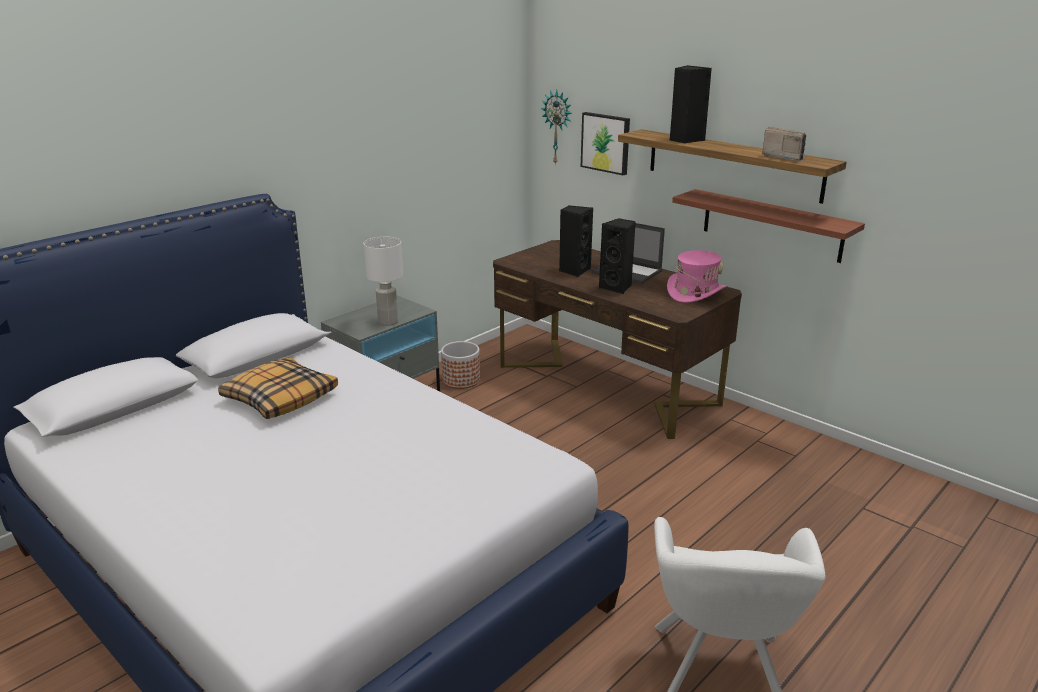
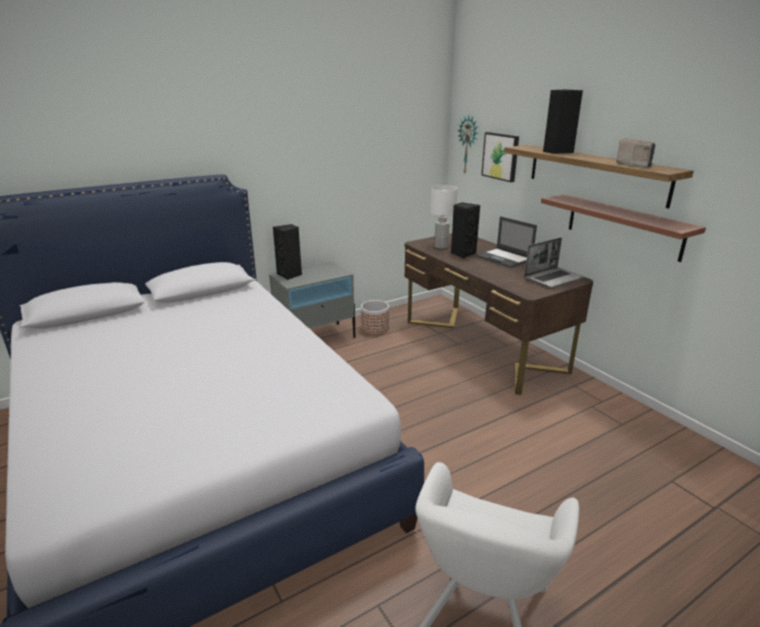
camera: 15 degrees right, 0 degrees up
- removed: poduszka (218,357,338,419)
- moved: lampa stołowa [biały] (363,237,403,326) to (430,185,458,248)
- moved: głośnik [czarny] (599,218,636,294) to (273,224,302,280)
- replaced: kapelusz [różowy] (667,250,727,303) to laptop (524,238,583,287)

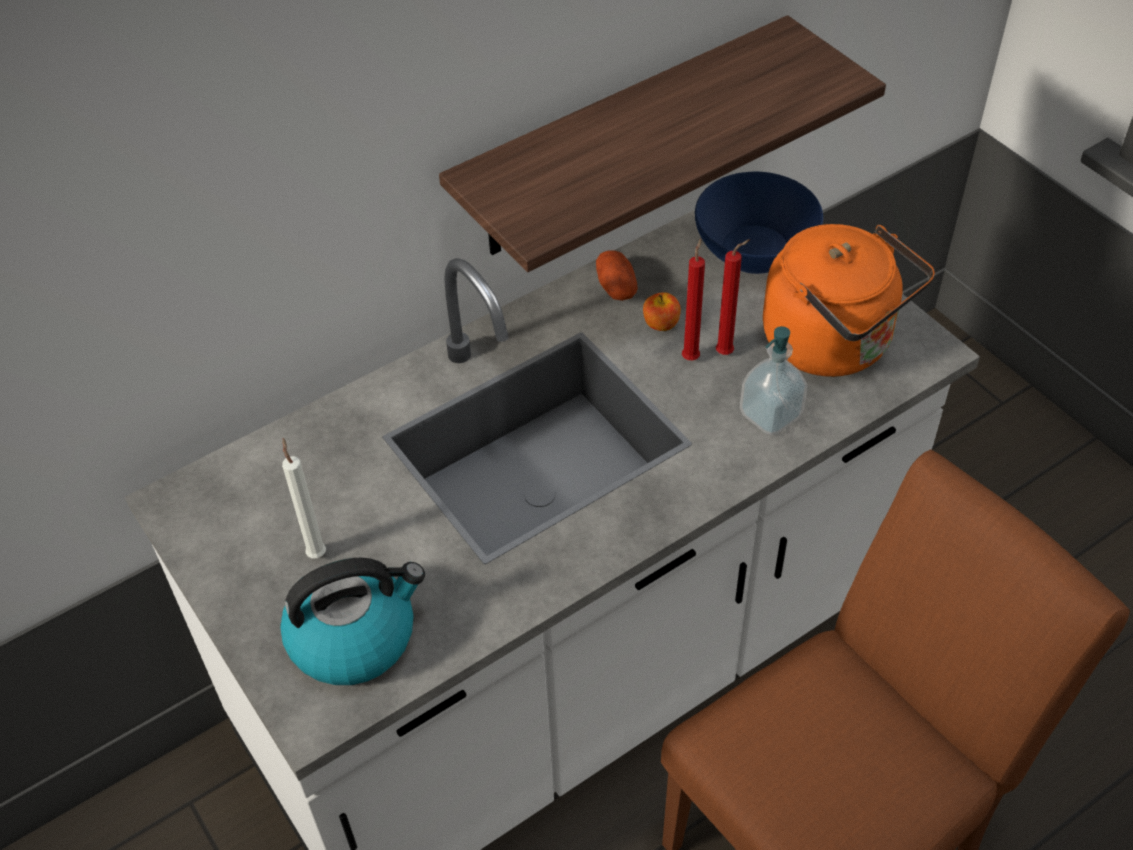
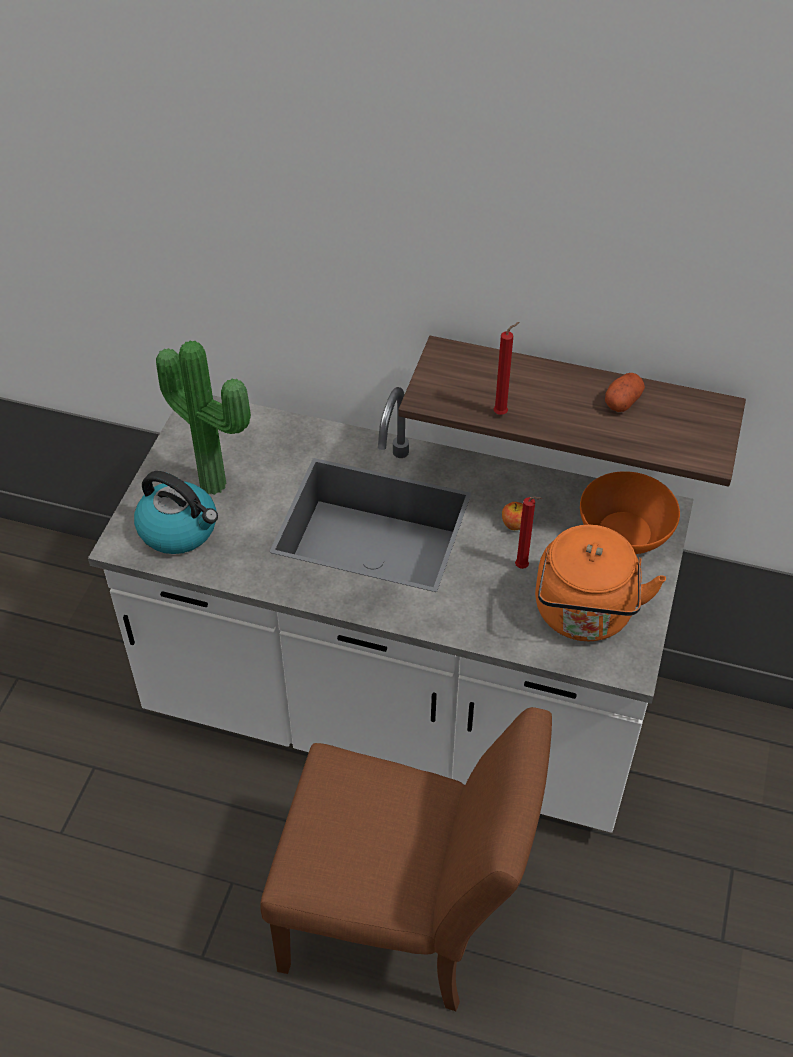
camera: 50 degrees right, 0 degrees up
- replaced: świeca [biały] (282,438,326,559) to roślina doniczkowa (156,340,251,495)
- moved: ziemniak (596,250,638,301) to (605,373,645,412)
- moved: świeca [czerwony] (682,239,705,360) to (494,322,520,415)
- recoloured: miska [niebieski] (695,172,823,274) to miska [pomarańczowy] (580,471,680,554)
- removed: dozownik mydła (740,326,808,435)

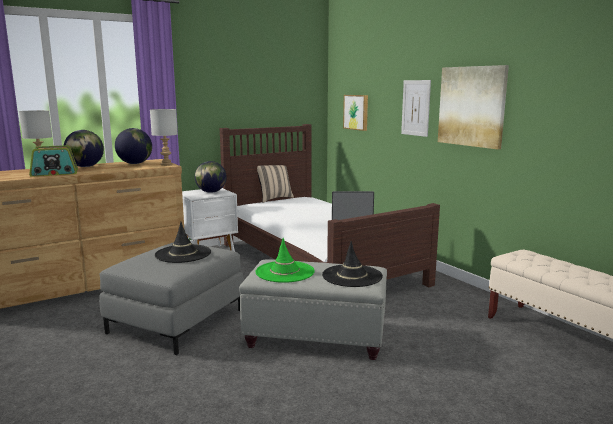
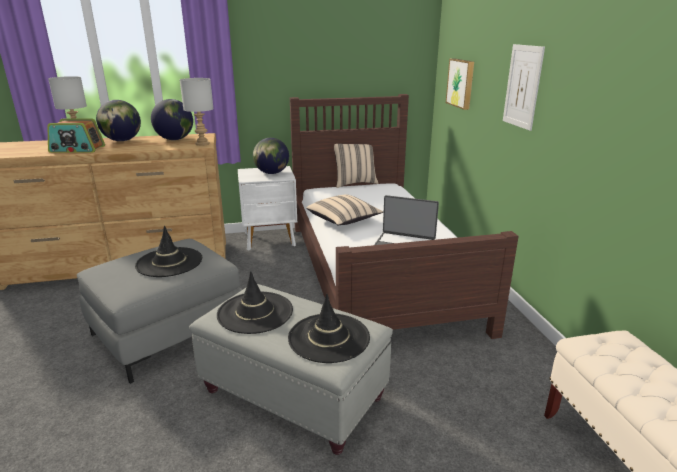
camera: 20 degrees right, 10 degrees up
- recoloured: kapelusz [zielony] (255,238,315,283) to kapelusz [czarny] (217,271,293,334)
- removed: obraz (438,65,509,149)
- added: poduszka [beżowy] (306,195,383,225)

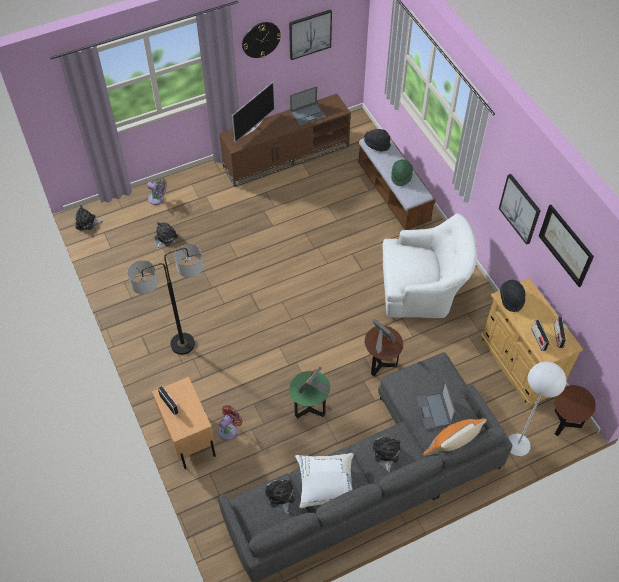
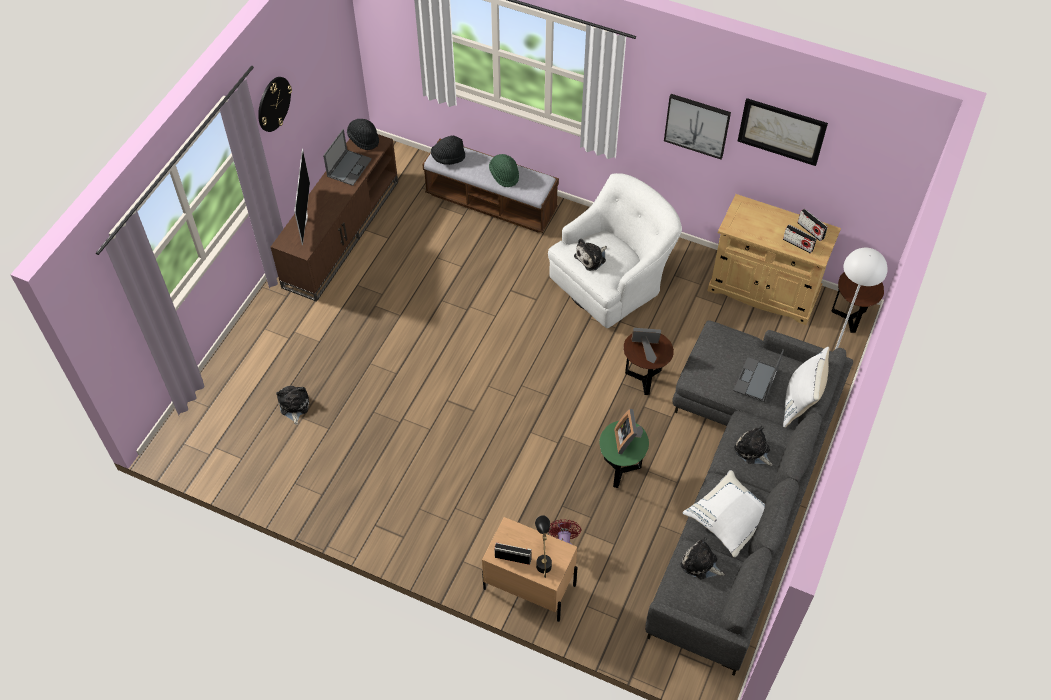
camera: 40 degrees left, 0 degrees up
- moved: pluszak (75,205,103,231) to (574,239,607,271)
- removed: lampa stojąca (128,244,204,355)
- removed: wentylator [szary] (147,178,167,205)
- removed: obraz (289,9,332,60)
- turned: laptop (416,379,456,430) = (733,350,784,402) 75 degrees clockwise
- recoloured: poduszka [pomarańczowy] (423,419,487,456) to poduszka [biały] (783,347,830,428)
- moved: kapelusz [czarny] (500,280,525,312) to (347,119,379,150)
- added: lampa stołowa [czarny] (535,515,552,578)

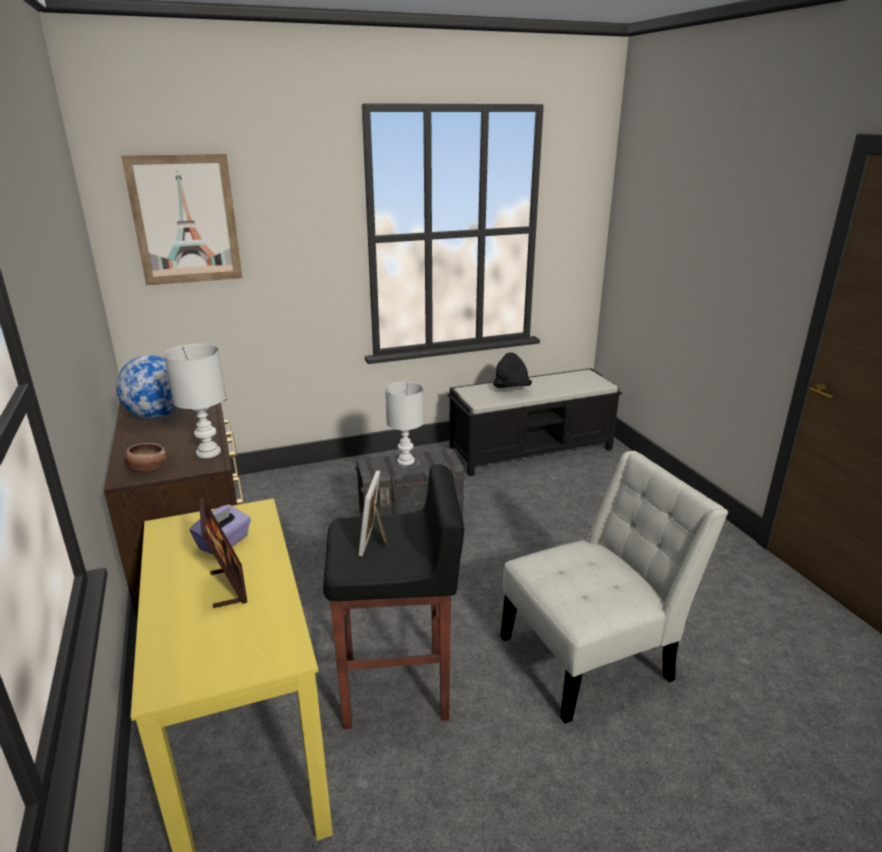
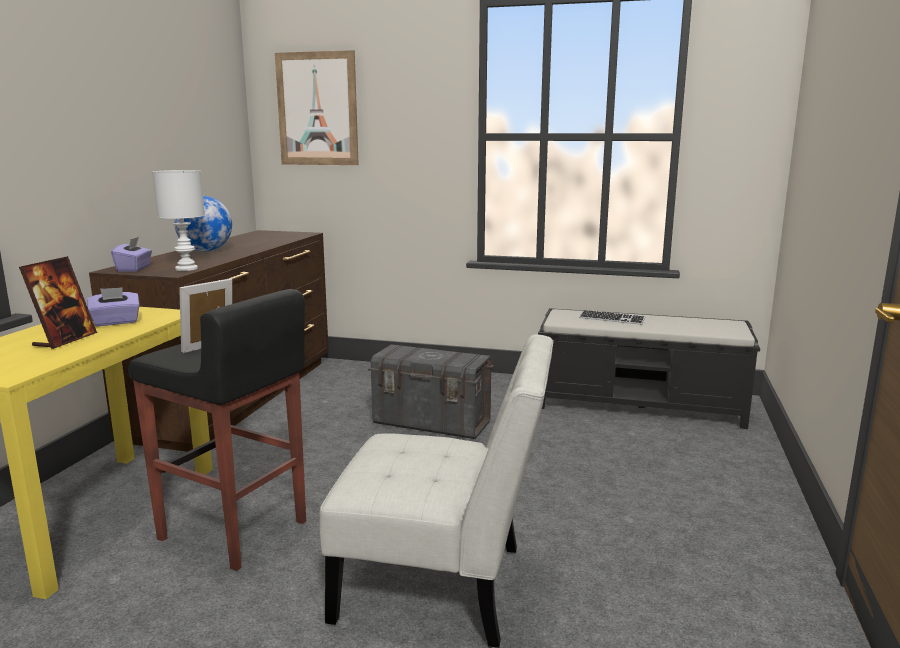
camera: 35 degrees right, 10 degrees down
- replaced: miska (124,443,167,472) to pudełko chusteczek [fioletowy] (111,237,152,272)
- removed: lampa stołowa [biały] (385,382,423,466)
- replaced: kapelusz [czarny] (493,352,532,388) to klawiatura (579,310,646,325)

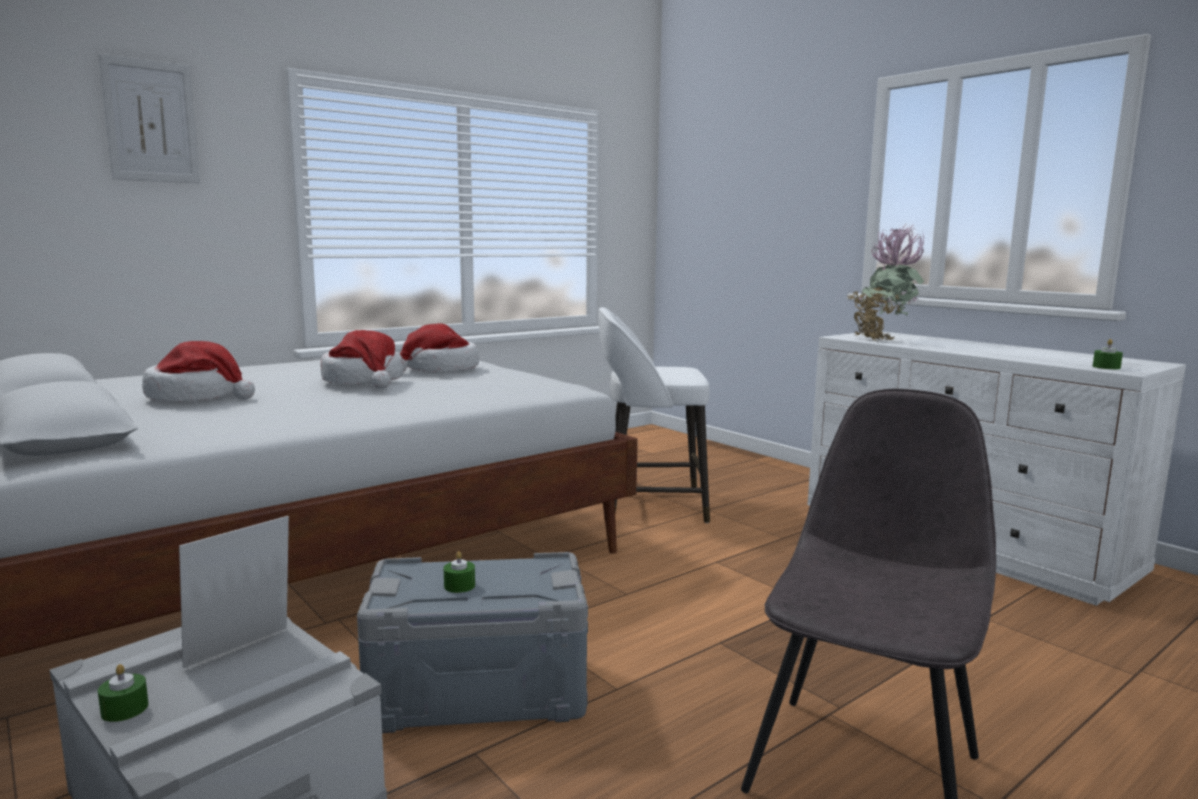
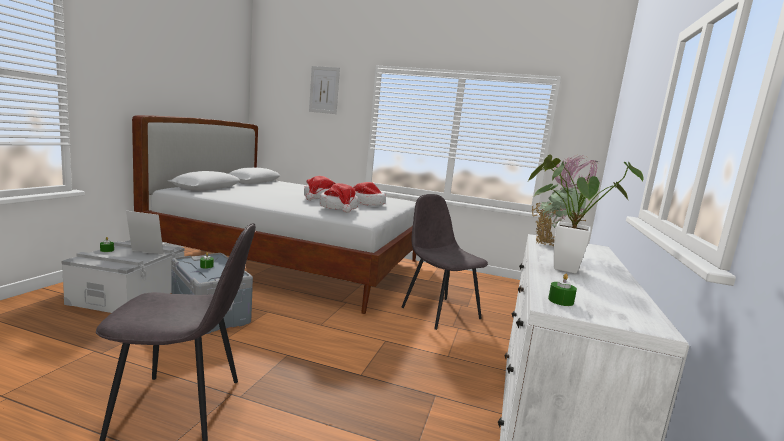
camera: 55 degrees right, 0 degrees up
- moved: kapelusz (142,341,255,401) to (319,183,358,213)
- replaced: stołek [biały] (598,307,710,523) to krzesło [szary] (402,194,488,330)
- added: roślina doniczkowa (527,155,644,273)

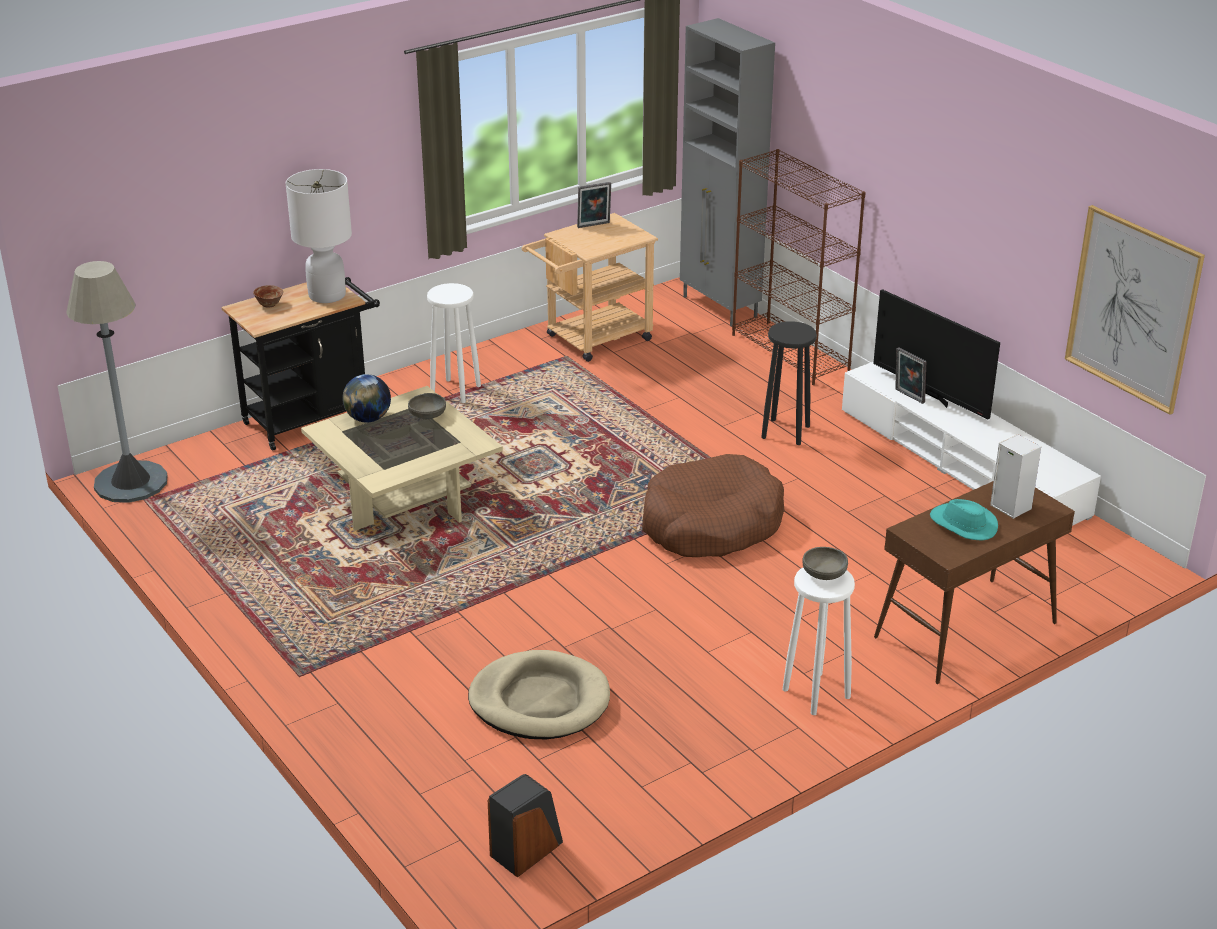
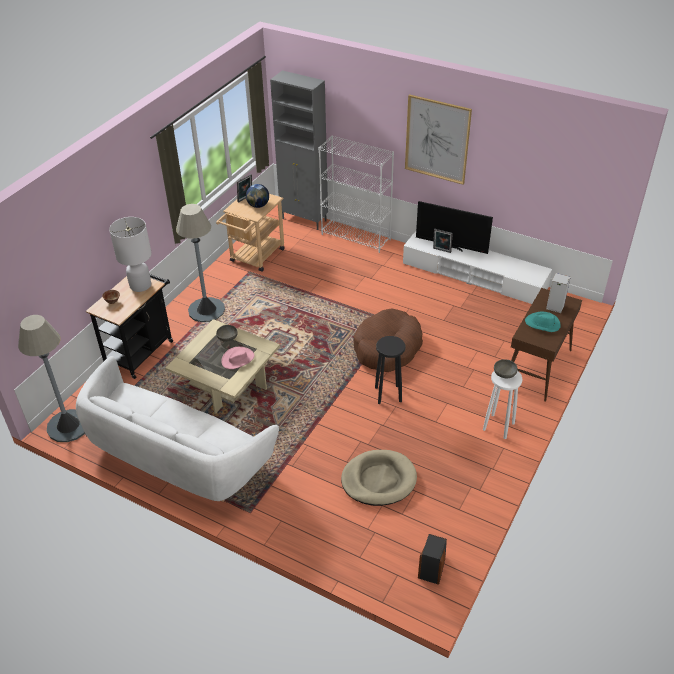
camera: 25 degrees left, 10 degrees up
- moved: globus (342,374,391,423) to (246,184,269,208)
- replaced: stołek [biały] (427,283,481,403) to lampa stojąca [szary] (176,204,225,322)
- recoloured: regał [brązowy] (732,149,866,385) to regał [biały] (319,135,394,253)
- moved: stołek [czarny] (761,321,817,445) to (375,336,405,404)
- moved: obraz (1065,205,1205,415) to (405,94,472,185)
- added: kanapa [biały] (76,356,279,502)
- added: kapelusz [różowy] (221,347,255,369)

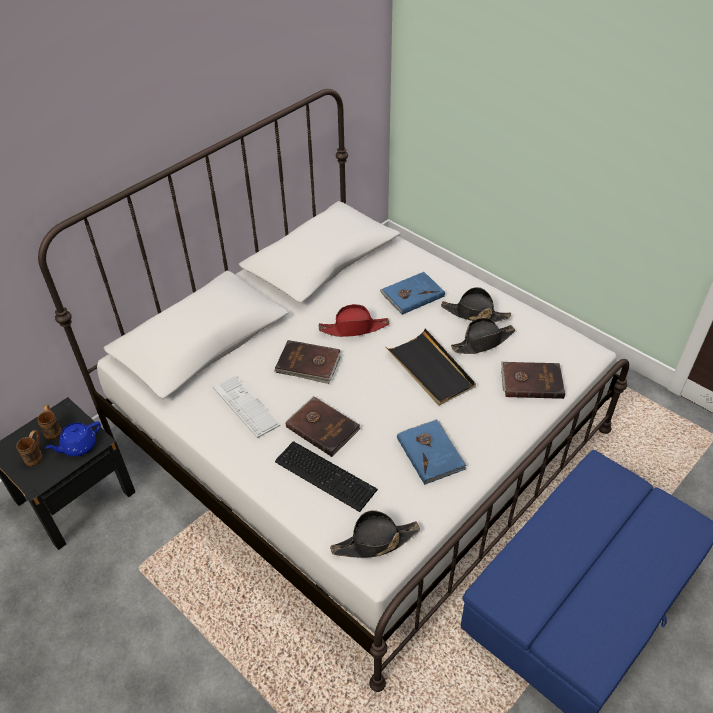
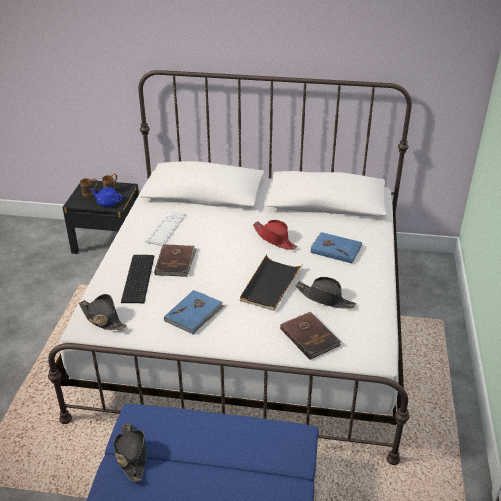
camera: 55 degrees right, 10 degrees down
- removed: książka [brązowy] (275,340,341,384)
- moved: kapelusz [czarny] (441,287,511,322) to (114,423,146,482)

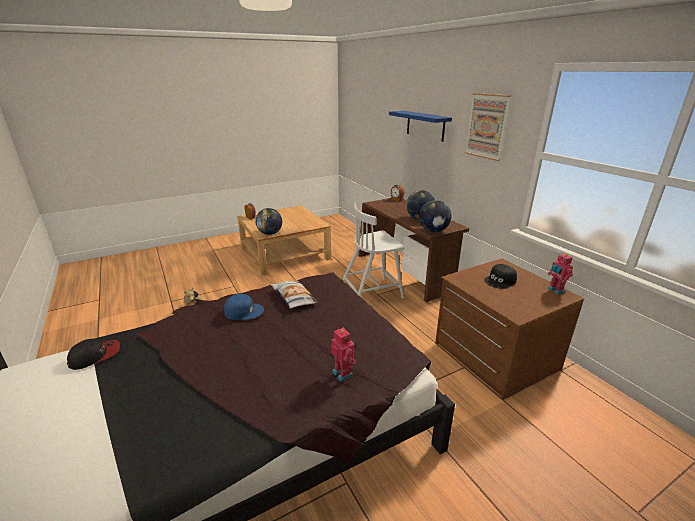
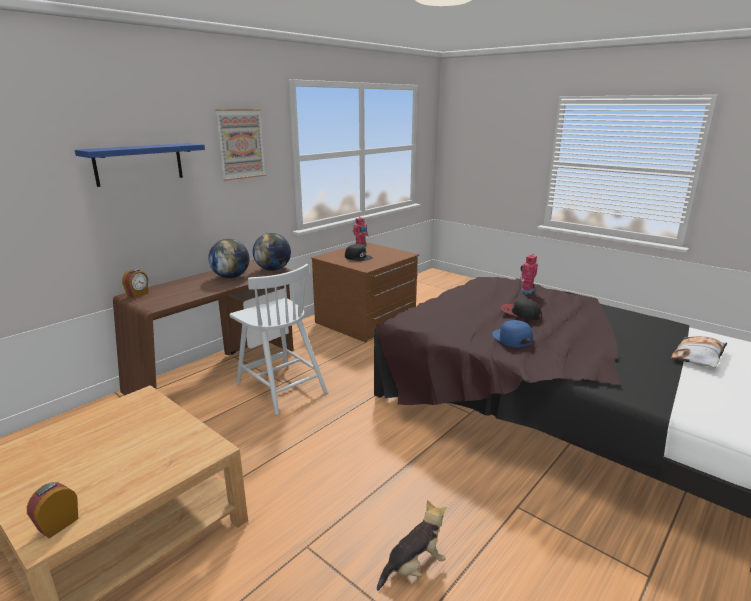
camera: 110 degrees left, 5 degrees down
- moved: czapka z daszkiem (67,339,120,370) to (501,298,542,320)
- removed: globus (255,208,282,235)
- moved: poduszka (271,281,318,309) to (671,336,727,368)

